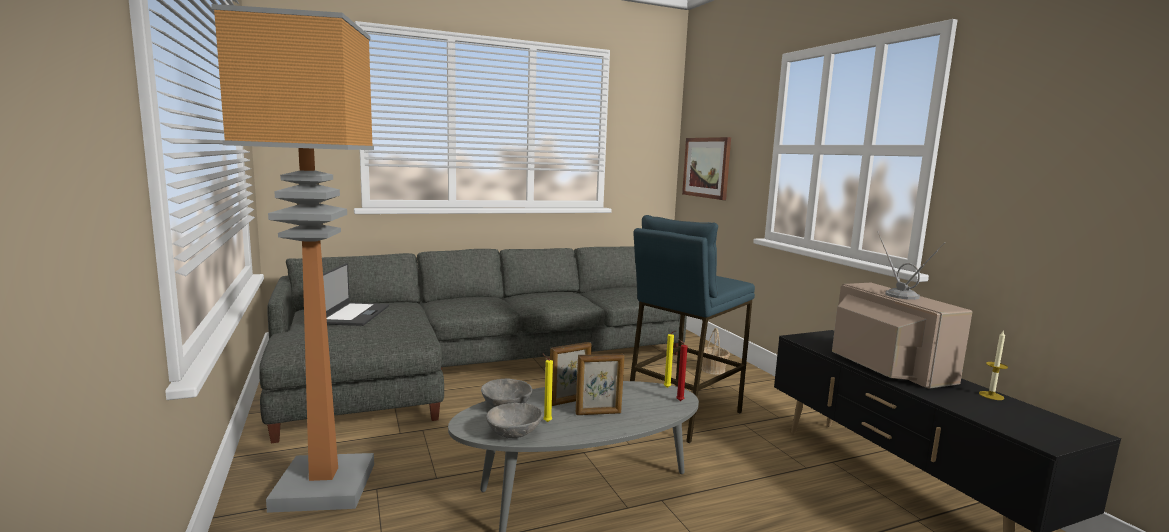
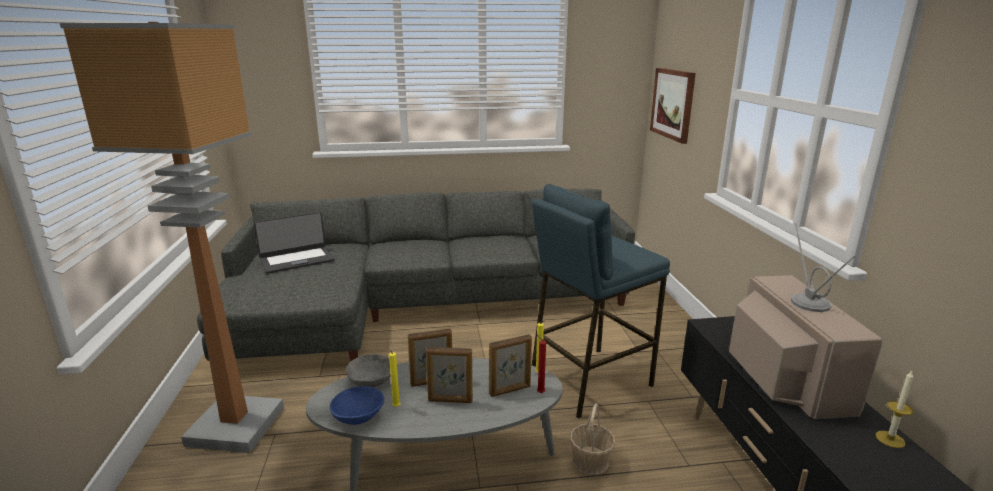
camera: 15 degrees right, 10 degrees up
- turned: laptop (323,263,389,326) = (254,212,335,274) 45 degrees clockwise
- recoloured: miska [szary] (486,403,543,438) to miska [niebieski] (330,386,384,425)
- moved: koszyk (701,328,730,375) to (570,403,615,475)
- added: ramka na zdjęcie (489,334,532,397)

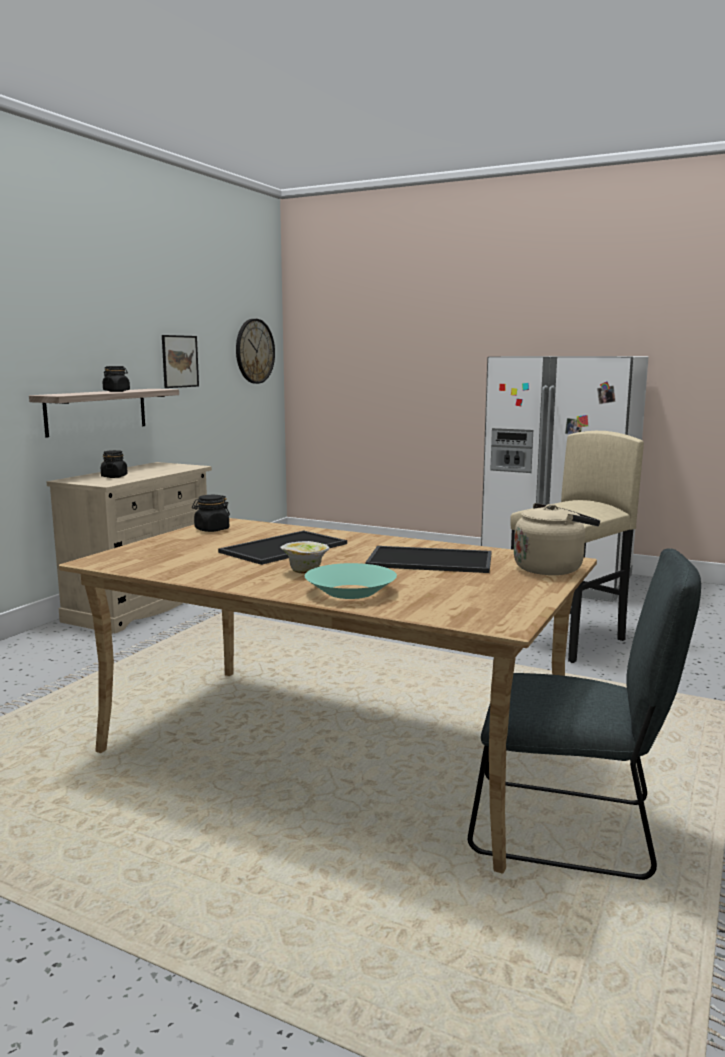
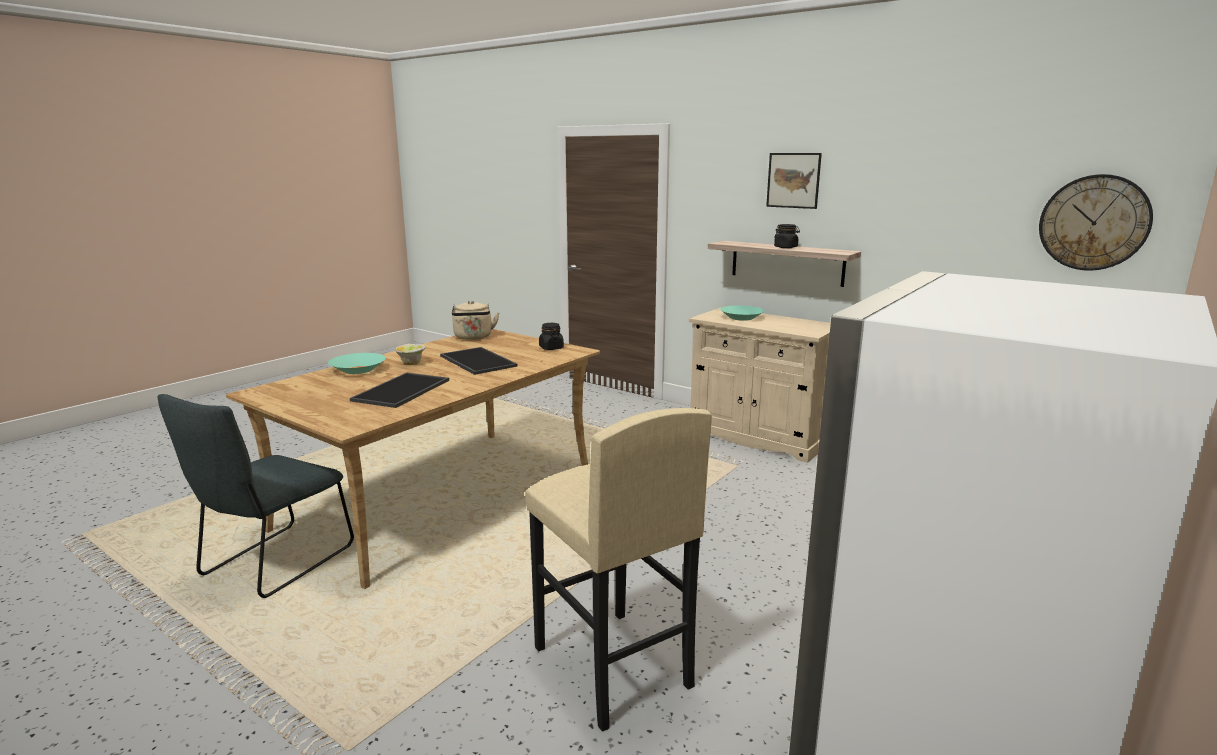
camera: 100 degrees right, 5 degrees up
- replaced: słoik [czarny] (101,450,128,478) to miska [turkusowy] (720,305,765,321)
- moved: obraz (162,335,199,388) to (766,153,822,209)
- moved: czajnik [beżowy] (514,503,600,575) to (452,300,499,340)

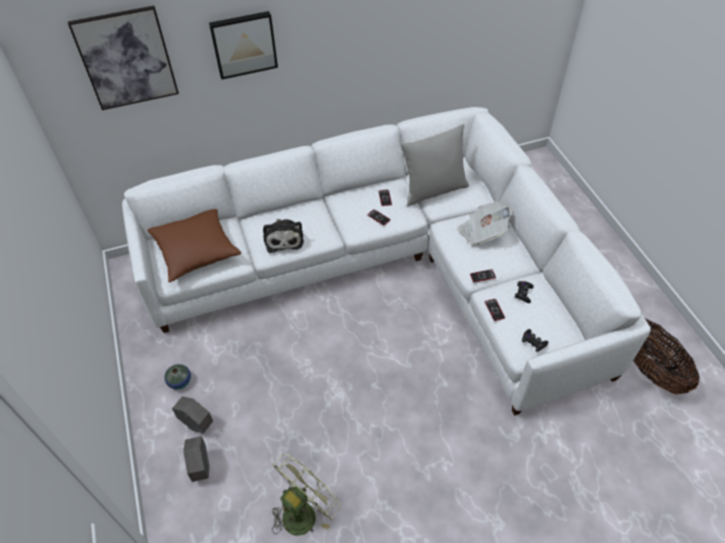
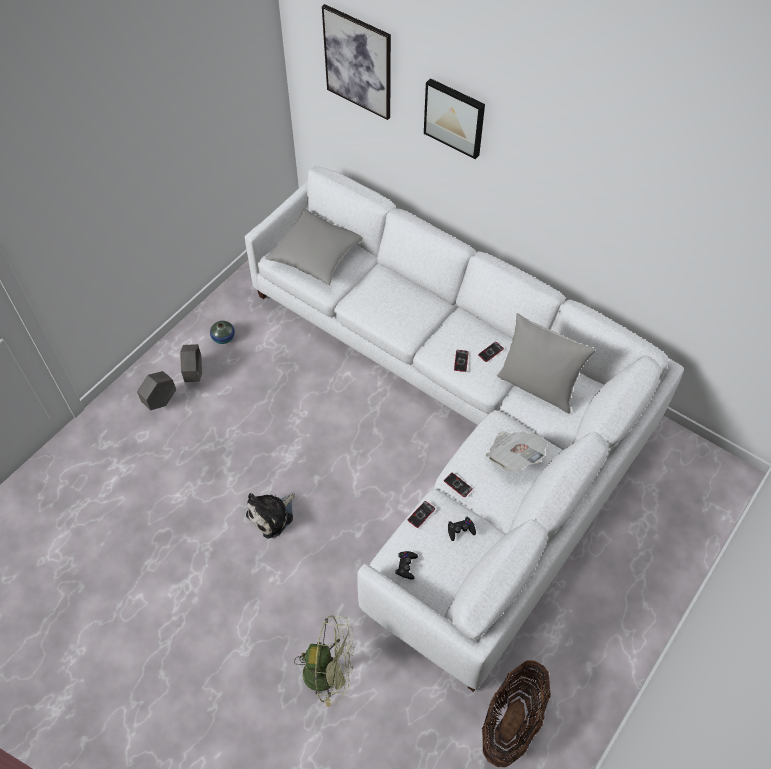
camera: 55 degrees right, 5 degrees up
- recoloured: poduszka [brązowy] (147,209,241,282) to poduszka [szary] (265,209,363,285)
- moved: pluszak (263,219,304,253) to (246,493,295,538)
- moved: wentylator [zielony] (272,454,340,536) to (294,615,354,707)

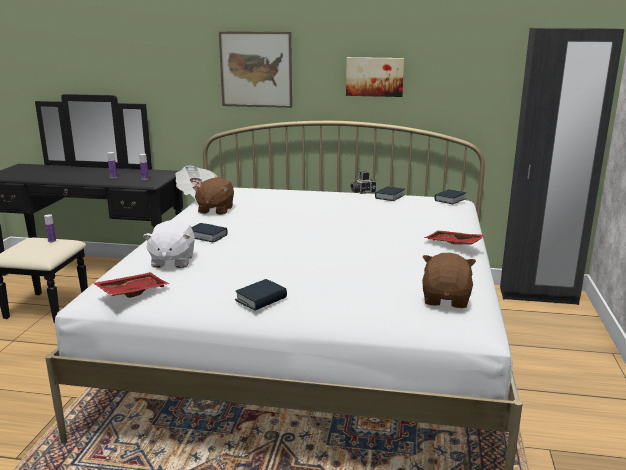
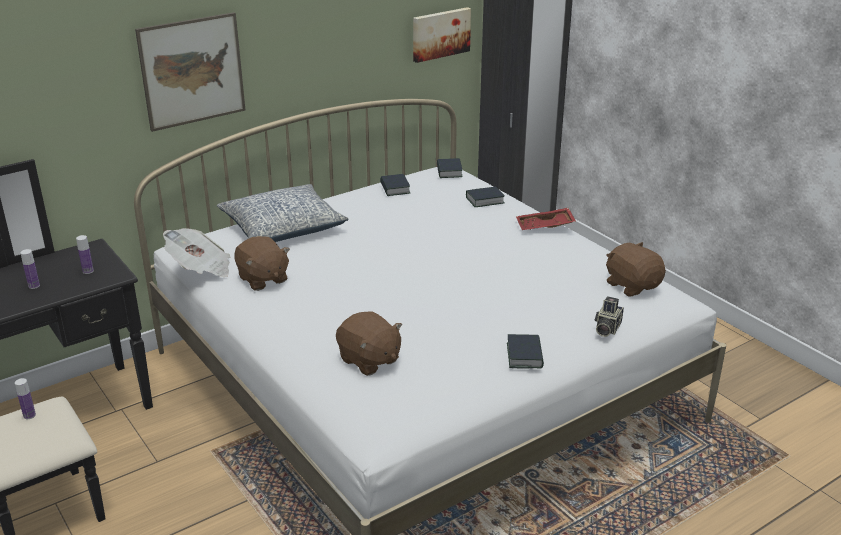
camera: 45 degrees left, 10 degrees up
- removed: taca [czerwony] (93,272,169,298)
- recoloured: pluszak [biały] (143,220,195,268) to pluszak [brązowy] (336,311,402,376)
- moved: książka (191,223,228,243) to (466,187,505,207)
- moved: obraz (346,57,404,97) to (413,7,471,63)
- moved: aparat fotograficzny (350,171,376,194) to (595,296,624,337)
- added: poduszka (217,184,348,242)

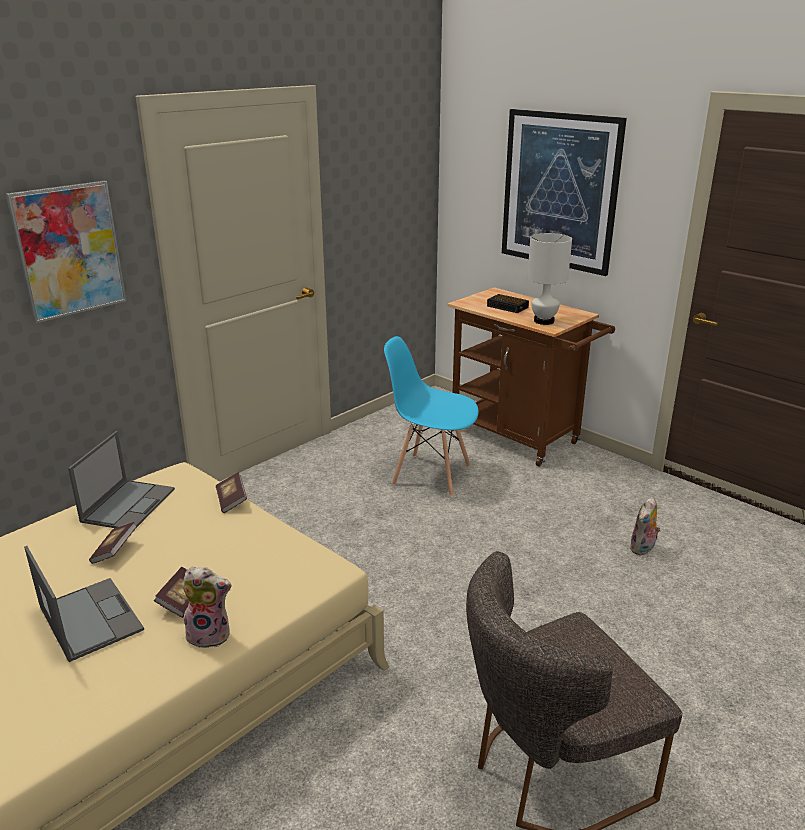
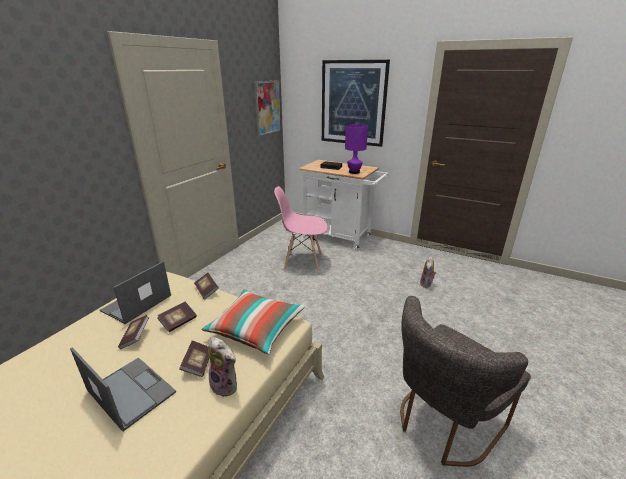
camera: 15 degrees left, 0 degrees up
- moved: obraz (6,181,126,323) to (254,80,281,136)
- turned: laptop (68,431,175,528) = (100,261,171,324) 150 degrees counterclockwise
- turned: pluszak (182,566,232,648) = (208,337,237,398) 45 degrees clockwise
- recoloured: krzesło [niebieski] (384,336,479,497) to krzesło [różowy] (274,186,328,272)
- recoloured: wózek [brązowy] (447,288,615,467) to wózek [biały] (299,160,388,250)
- recoloured: lampa stołowa [biały] (527,233,572,325) to lampa stołowa [fioletowy] (345,124,368,174)
- added: książka (157,302,197,332)
- added: poduszka (201,289,305,355)

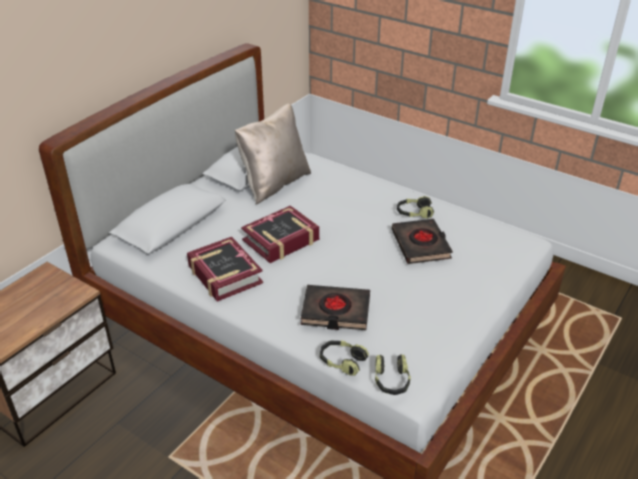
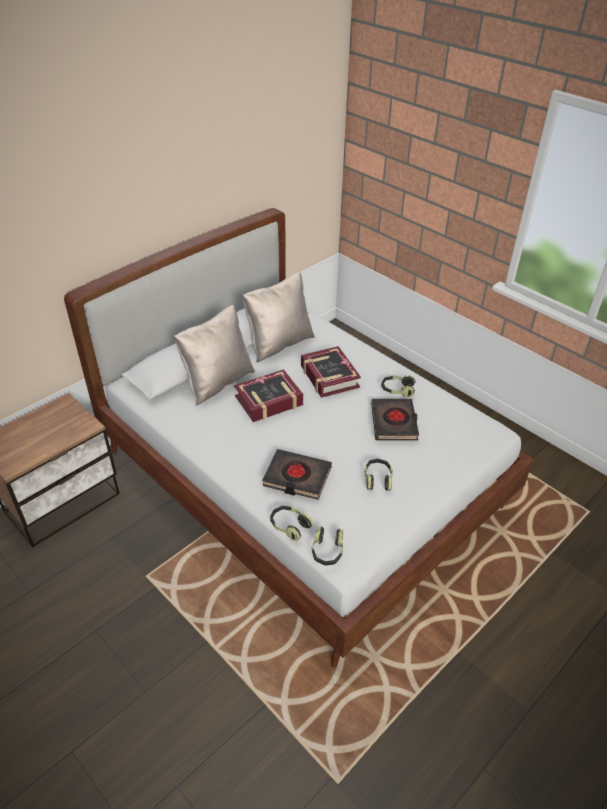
camera: 10 degrees right, 5 degrees up
- moved: książka (187,237,263,301) to (301,346,361,398)
- added: poduszka [beżowy] (174,305,255,406)
- added: słuchawki (364,459,393,491)

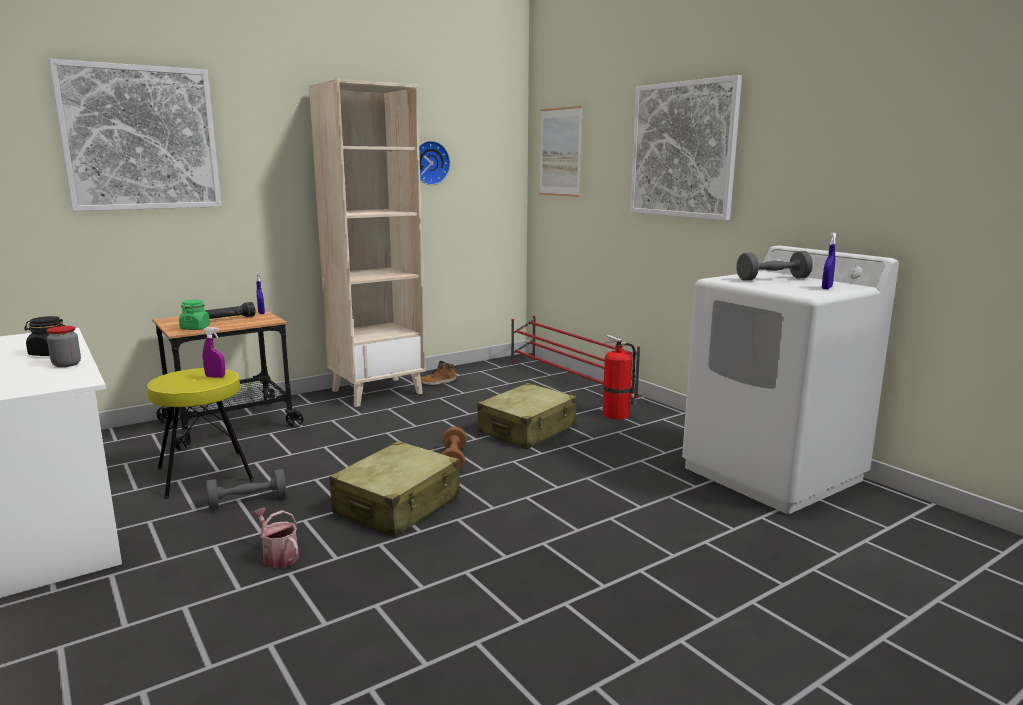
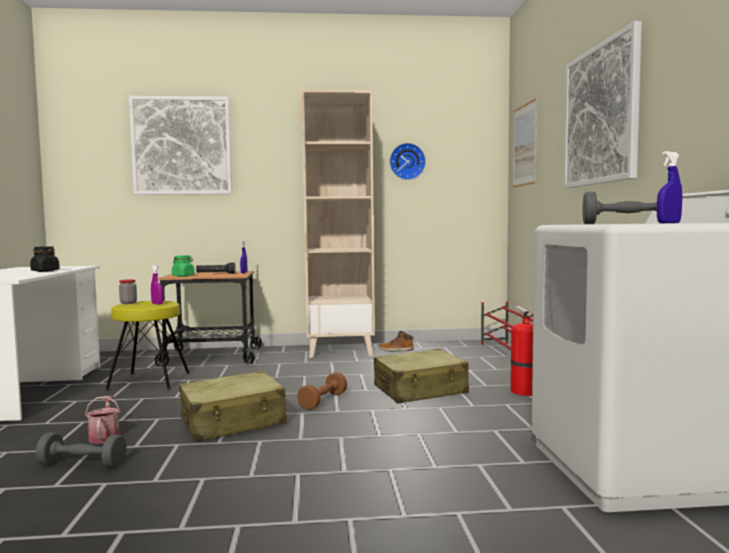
camera: 30 degrees right, 10 degrees down
- moved: słoik (47,326,81,367) to (119,279,137,304)
- moved: hantel [szary] (206,469,286,509) to (35,432,127,467)

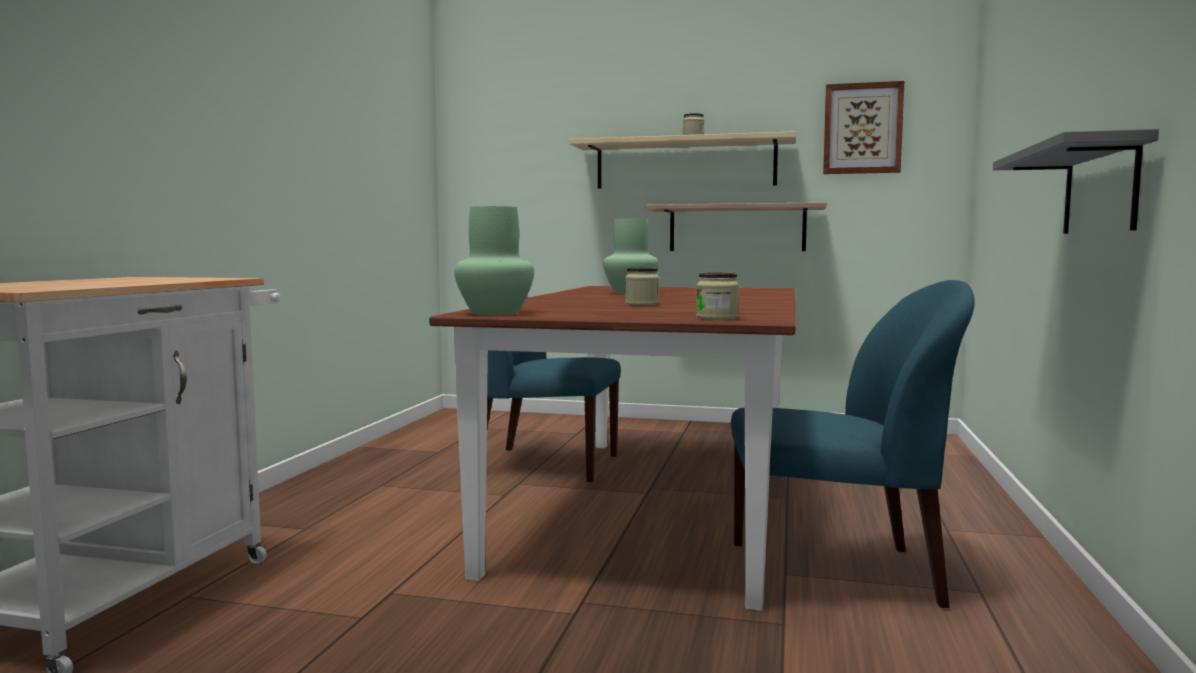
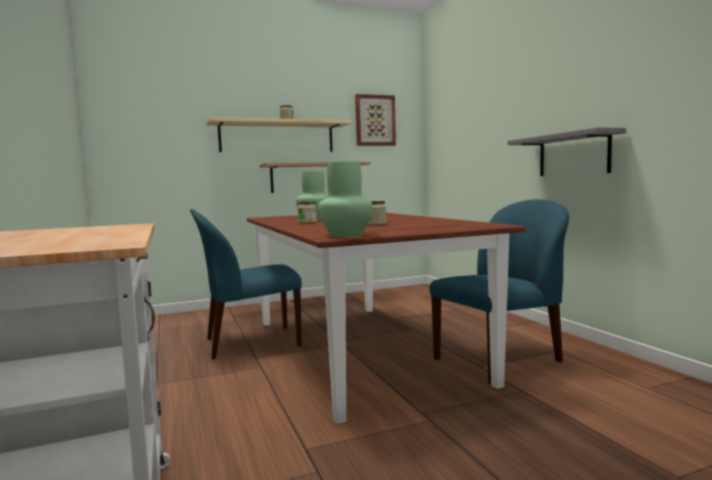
camera: 35 degrees left, 0 degrees up
- moved: słoik (696,273,739,320) to (298,201,317,223)

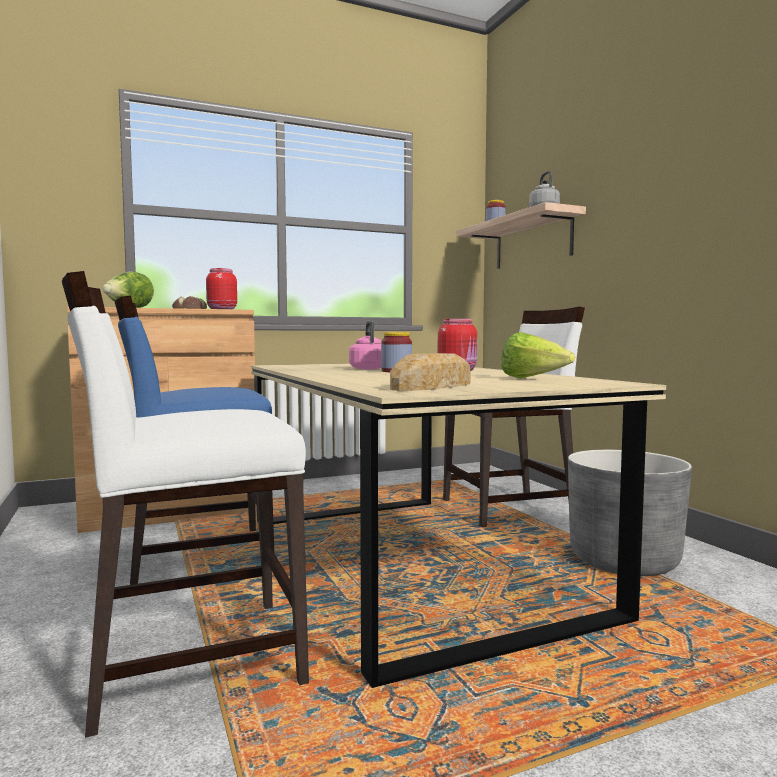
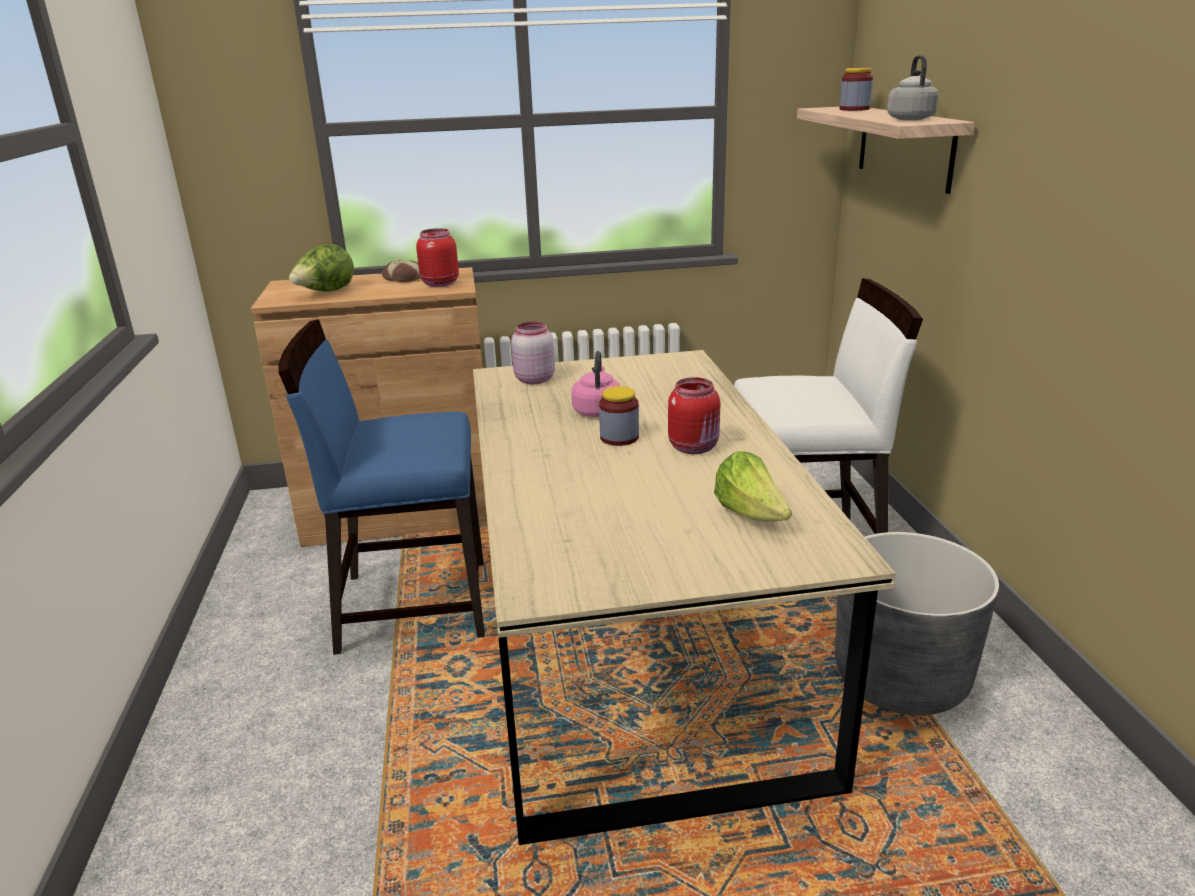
camera: 15 degrees right, 20 degrees up
- removed: krzesło [biały] (62,271,309,738)
- removed: chleb (390,353,471,391)
- added: słoik [różowy] (511,321,555,384)

